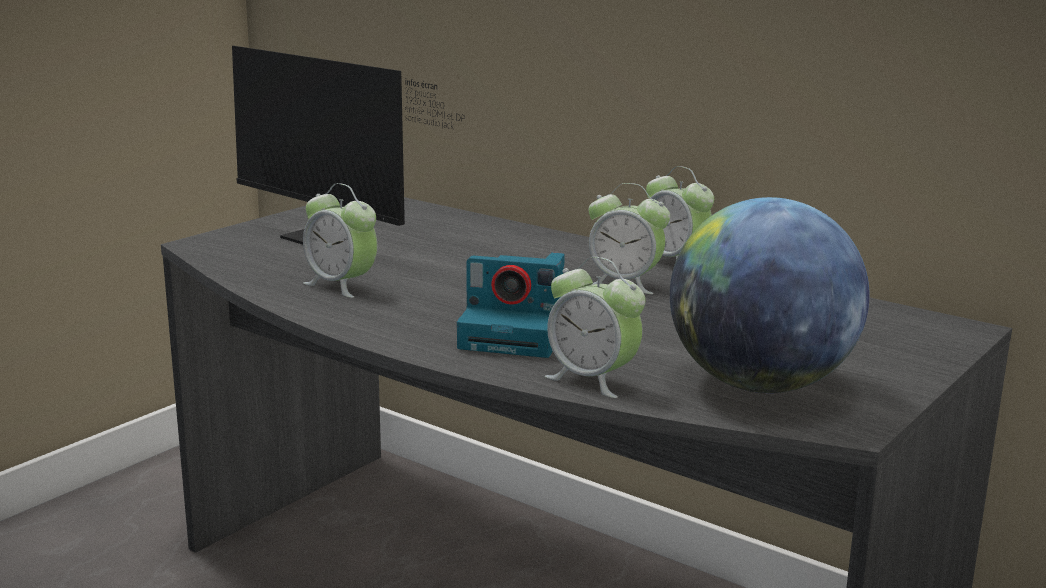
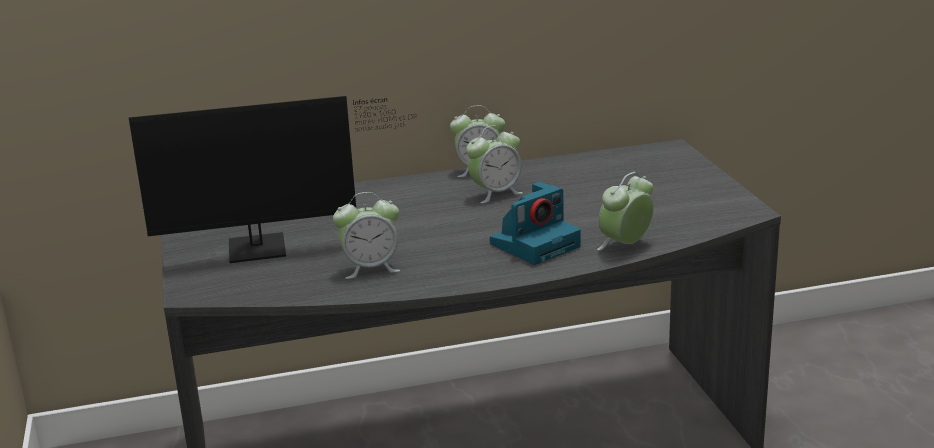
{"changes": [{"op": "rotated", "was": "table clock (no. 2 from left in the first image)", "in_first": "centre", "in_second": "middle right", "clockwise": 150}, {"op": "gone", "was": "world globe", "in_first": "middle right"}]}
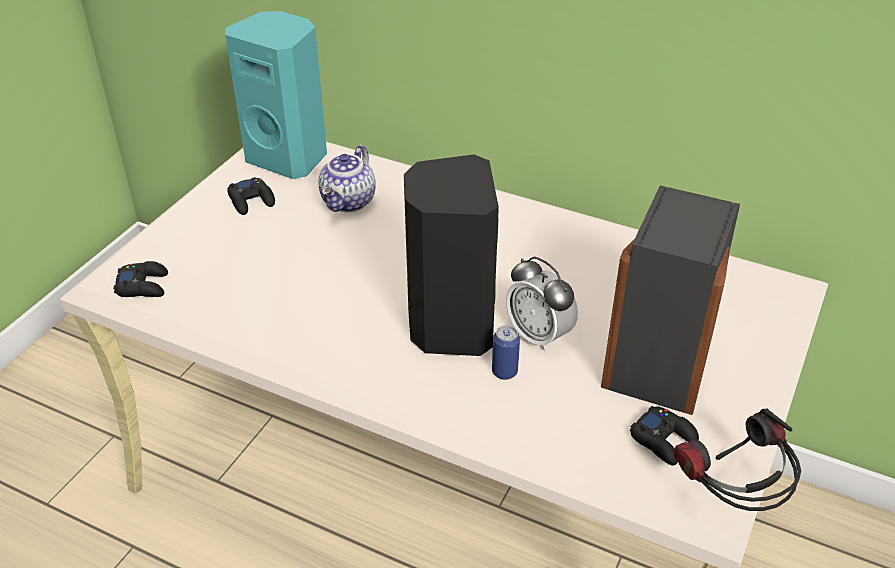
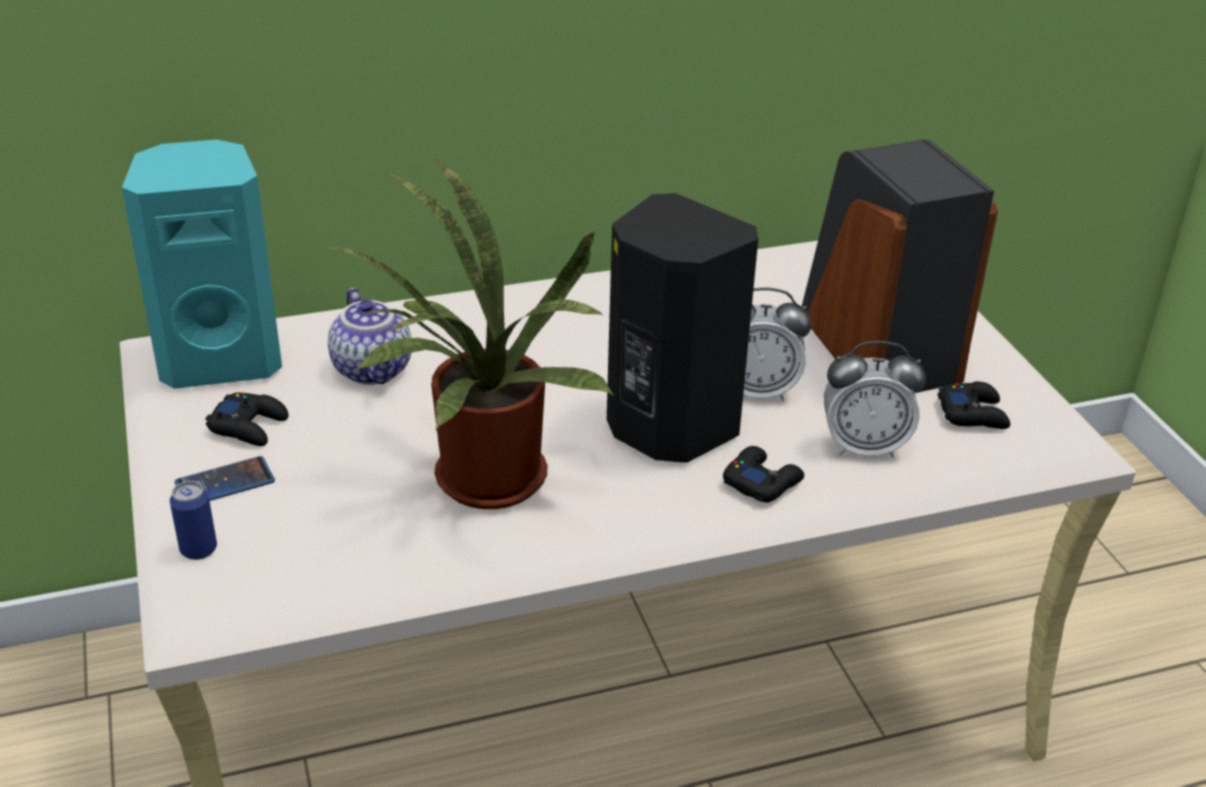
{"changes": [{"op": "shifted", "was": "black-coloured game controller (no. 1 from left in the first image)", "now": "black-coloured game controller (no. 2 from left)", "in_first": "middle left", "in_second": "centre"}, {"op": "shifted", "was": "sealed can", "in_first": "centre", "in_second": "middle left"}, {"op": "gone", "was": "headphones", "in_first": "bottom right"}, {"op": "new", "now": "telephone", "in_second": "middle left"}, {"op": "new", "now": "plant in a pot", "in_second": "centre"}, {"op": "new", "now": "table clock (no. 2 from left)", "in_second": "middle right"}]}
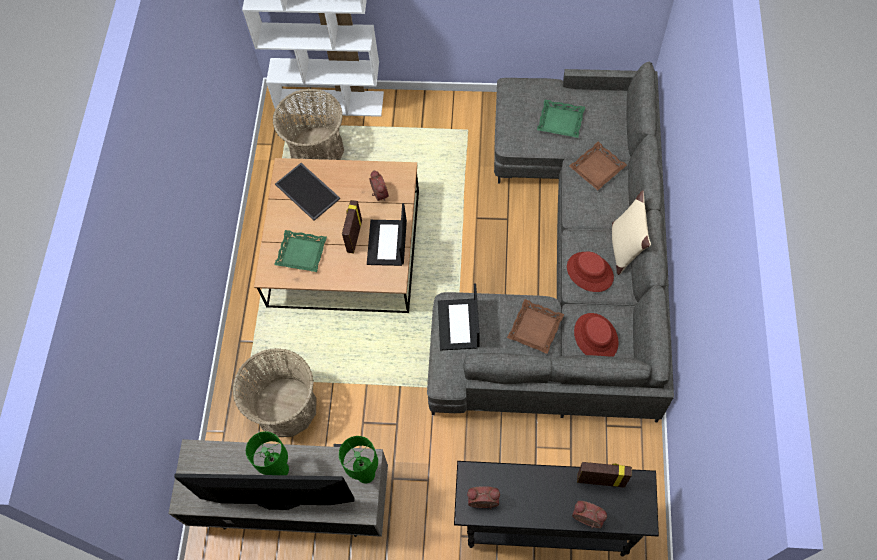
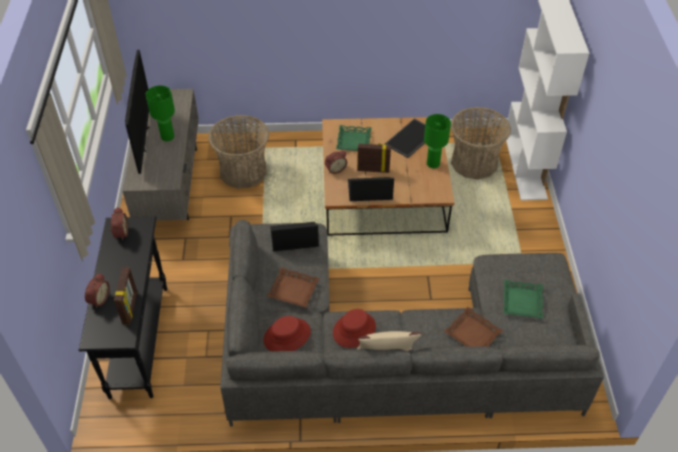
{"changes": [{"op": "shifted", "was": "green-coloured lamp for a table (no. 2 from left)", "in_first": "bottom centre", "in_second": "top centre"}, {"op": "shifted", "was": "table clock (no. 1 from left in the first image)", "now": "table clock (no. 3 from left)", "in_first": "top centre", "in_second": "centre"}]}
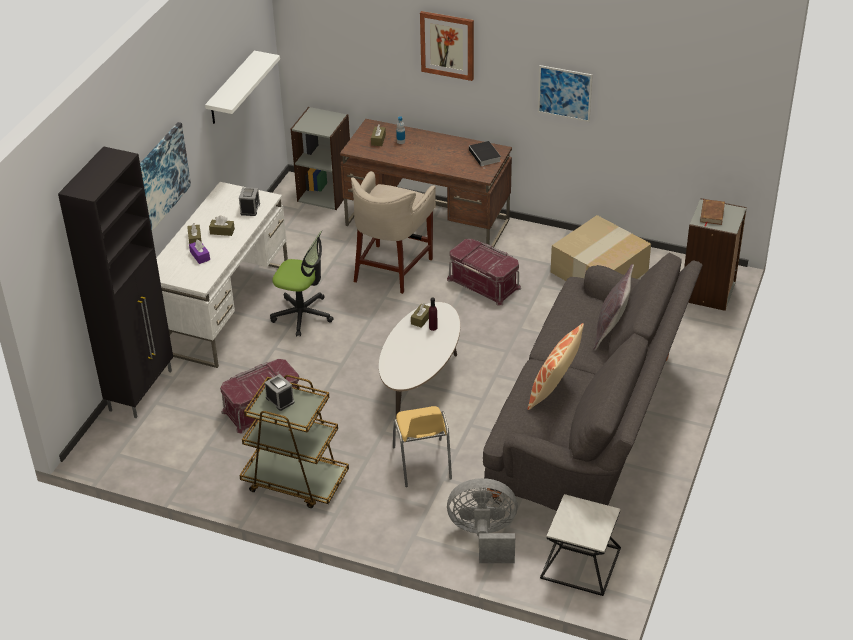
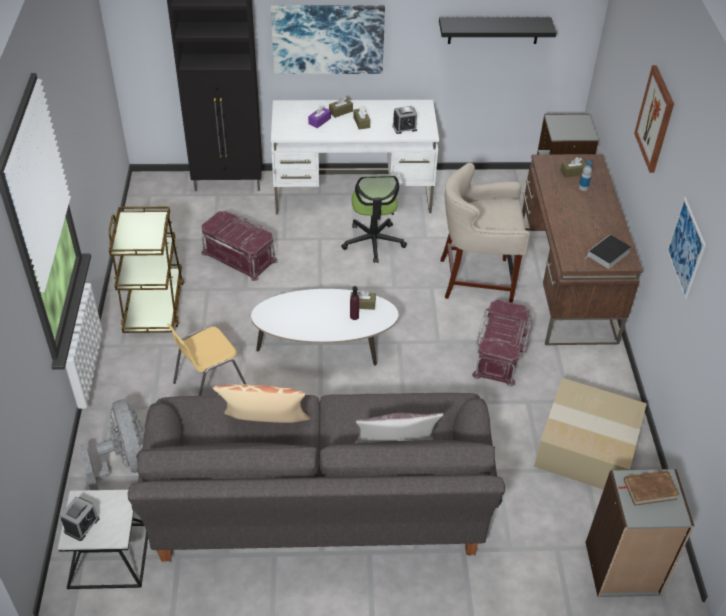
{"changes": [{"op": "repainted", "was": "whitish bracket shelf", "now": "black-coloured bracket shelf", "in_first": "top left", "in_second": "top right"}, {"op": "shifted", "was": "table clock (no. 2 from left in the first image)", "now": "table clock (no. 1 from left)", "in_first": "middle left", "in_second": "bottom left"}]}
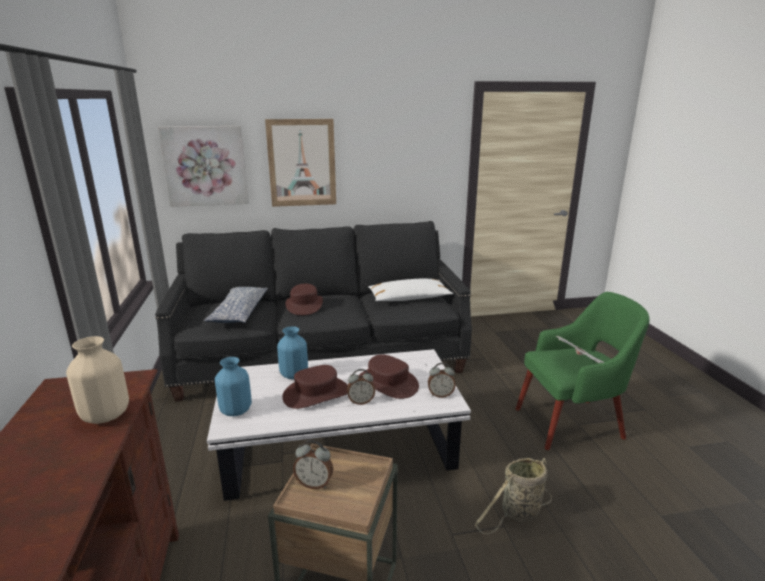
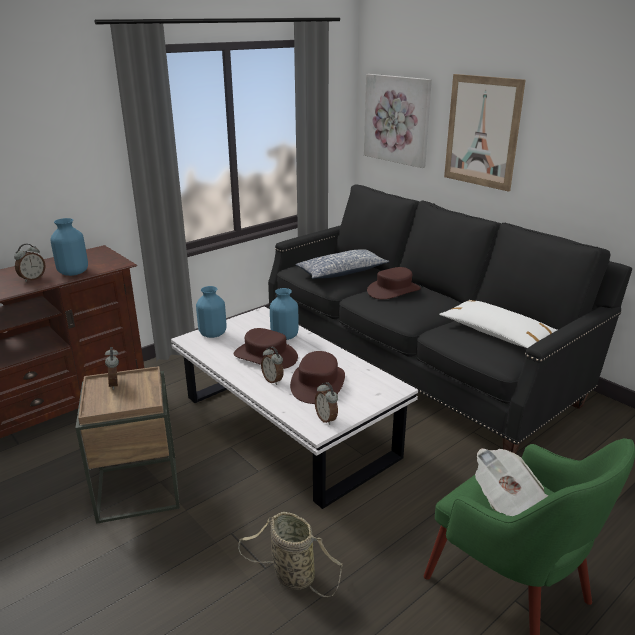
{"changes": [{"op": "repainted", "was": "beige vase", "now": "bluish vase (no. 1 from left)", "in_first": "middle left", "in_second": "middle left"}, {"op": "new", "now": "table clock (no. 1 from left)", "in_second": "middle left"}]}
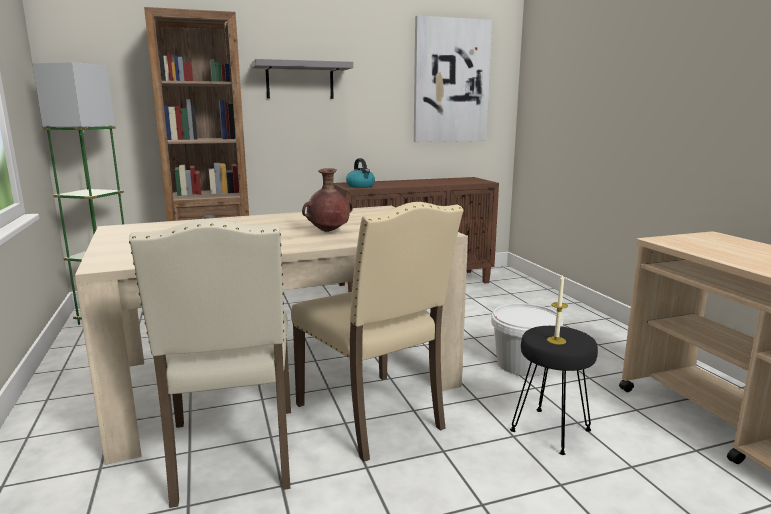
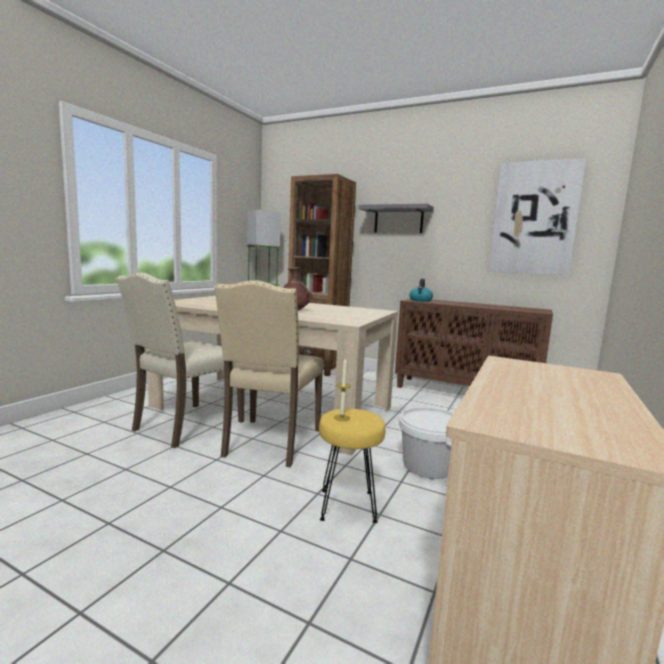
{"changes": [{"op": "repainted", "was": "black-coloured sitting stool", "now": "yellowish sitting stool", "in_first": "bottom right", "in_second": "bottom centre"}]}
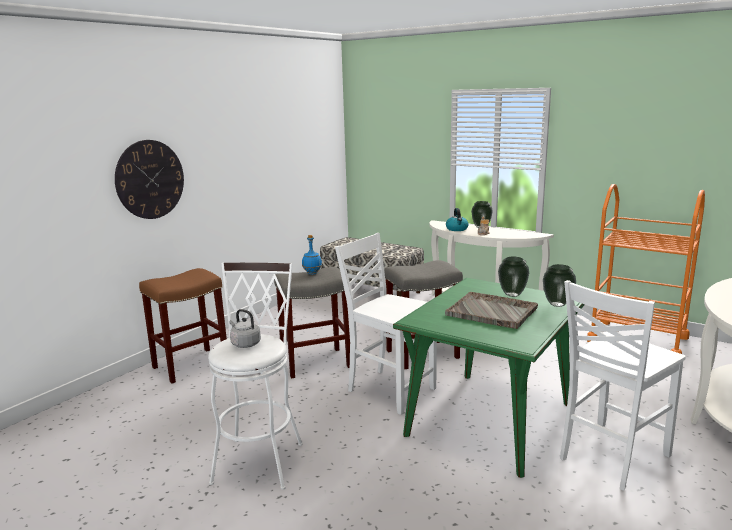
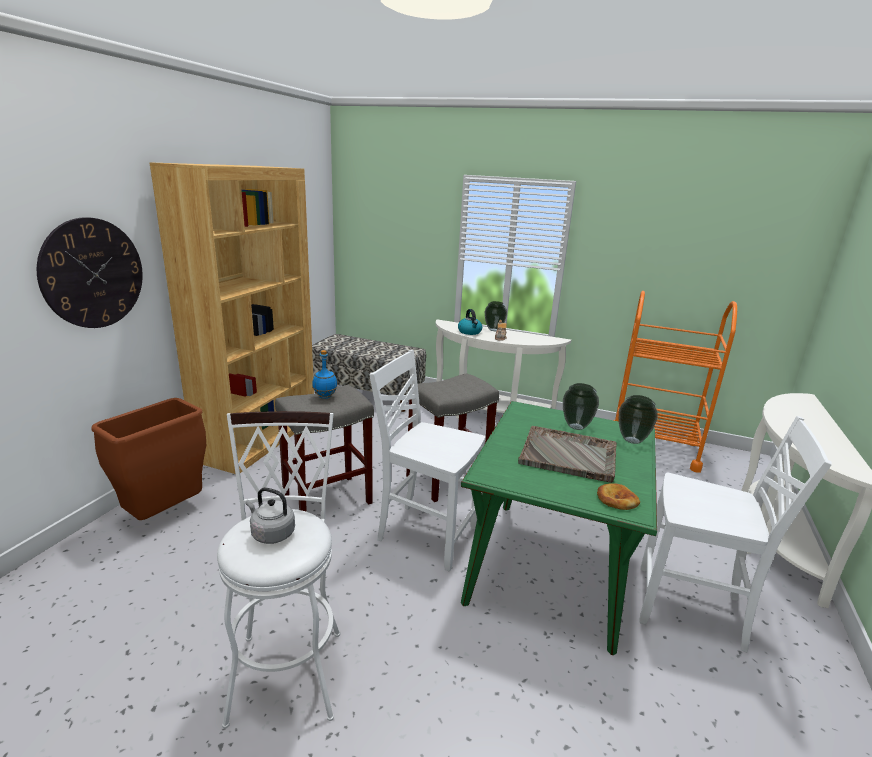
{"changes": [{"op": "swapped", "was": "brownish sitting stool", "now": "brownish waste bin", "in_first": "middle left", "in_second": "middle left"}, {"op": "rotated", "was": "whitish chair (no. 2 from left)", "in_first": "bottom right", "in_second": "bottom right", "clockwise": -105}, {"op": "new", "now": "brownish bookcase", "in_second": "middle left"}, {"op": "new", "now": "bakery bread", "in_second": "middle right"}]}
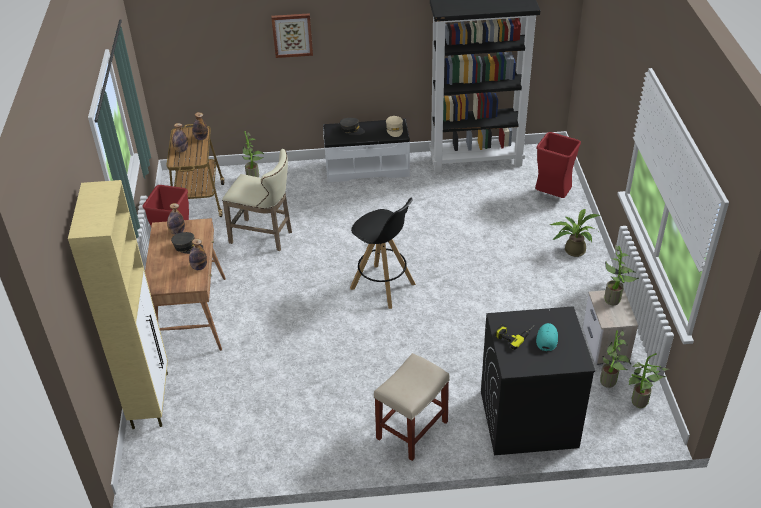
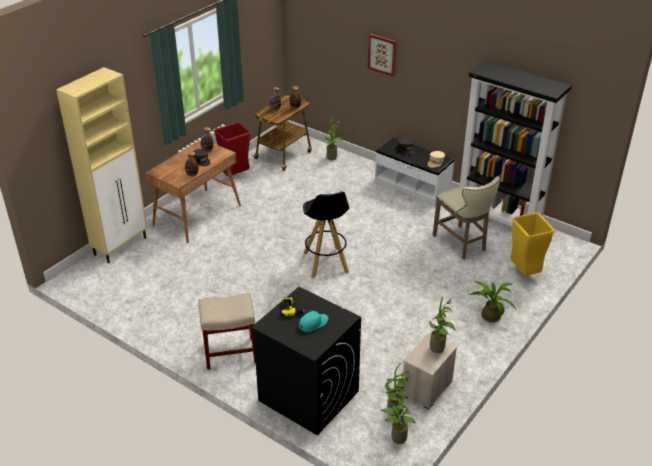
{"changes": [{"op": "shifted", "was": "beige sitting stool (no. 1 from left in the first image)", "now": "beige sitting stool (no. 2 from left)", "in_first": "centre", "in_second": "middle right"}, {"op": "repainted", "was": "red waste bin (no. 2 from left)", "now": "yellowish waste bin", "in_first": "top right", "in_second": "middle right"}]}
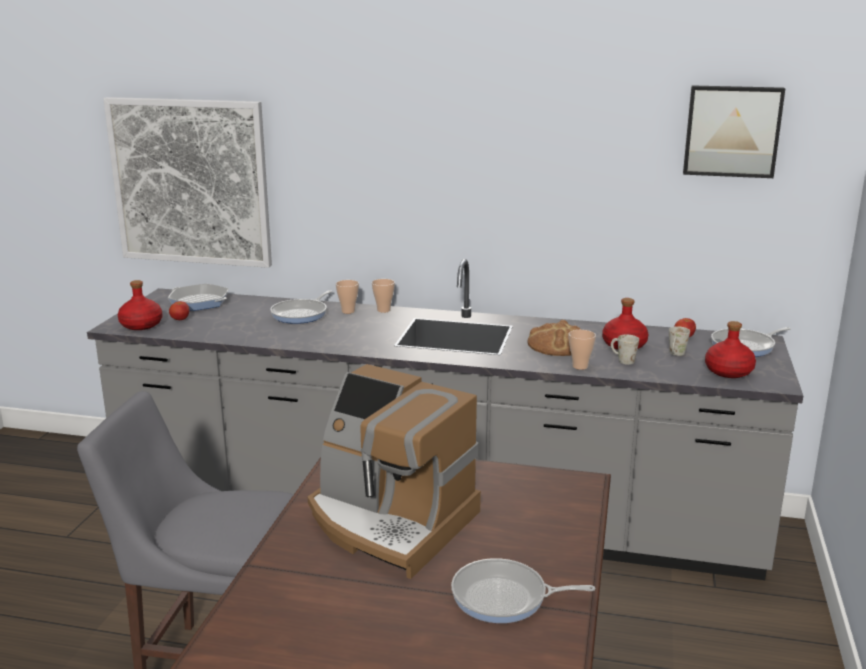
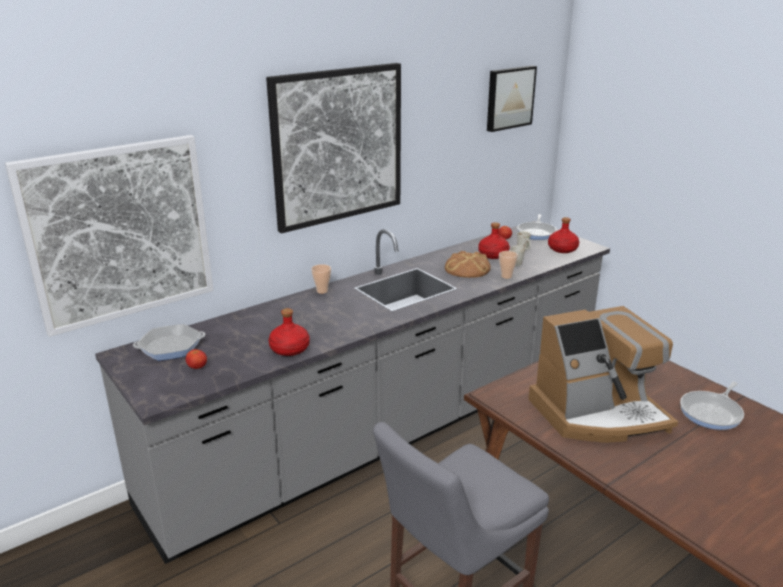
{"changes": [{"op": "shifted", "was": "red beverage bottle (no. 1 from left)", "in_first": "middle left", "in_second": "centre"}, {"op": "gone", "was": "skillet (no. 2 from left)", "in_first": "centre"}, {"op": "gone", "was": "drinking cup (no. 1 from left)", "in_first": "centre"}, {"op": "new", "now": "picture (no. 2 from left)", "in_second": "top centre"}]}
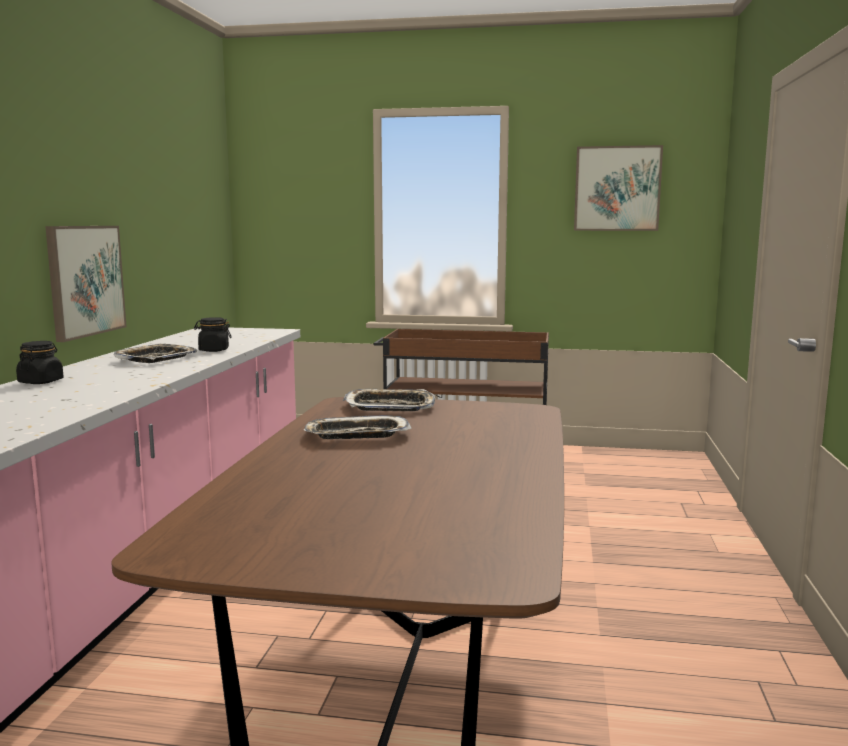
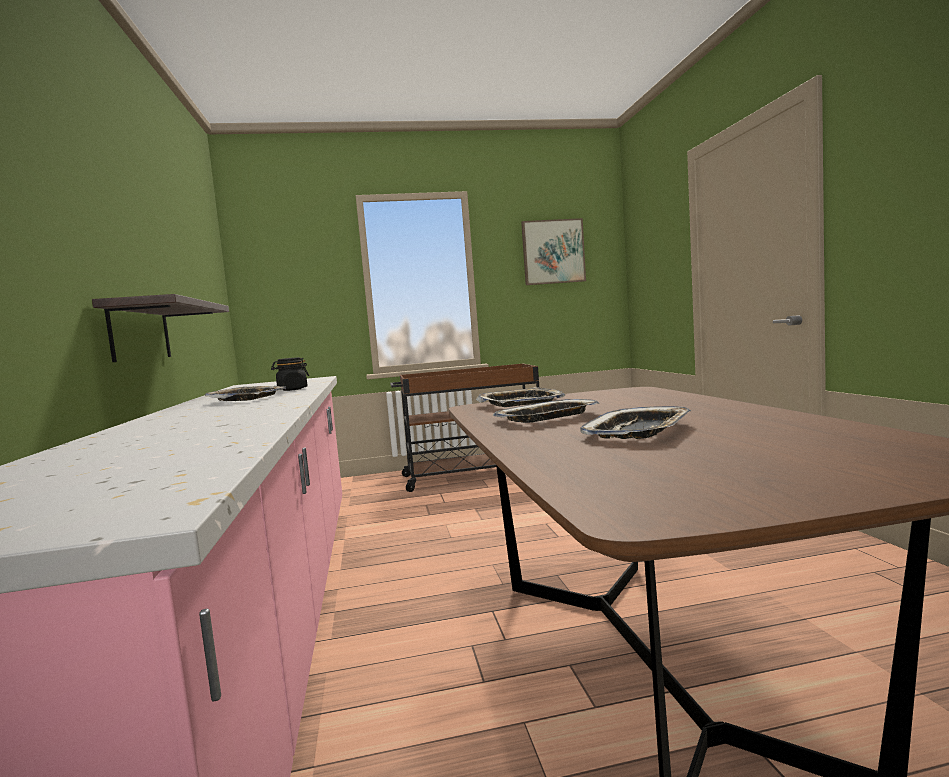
{"changes": [{"op": "gone", "was": "black-coloured preserve jar (no. 1 from left)", "in_first": "middle left"}, {"op": "swapped", "was": "picture (no. 1 from left)", "now": "bracket shelf", "in_first": "middle left", "in_second": "middle left"}, {"op": "new", "now": "tray (no. 4 from left)", "in_second": "middle right"}]}
